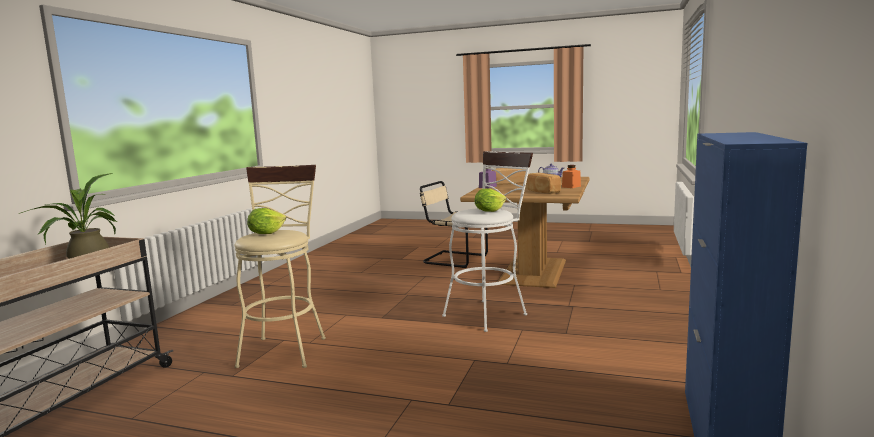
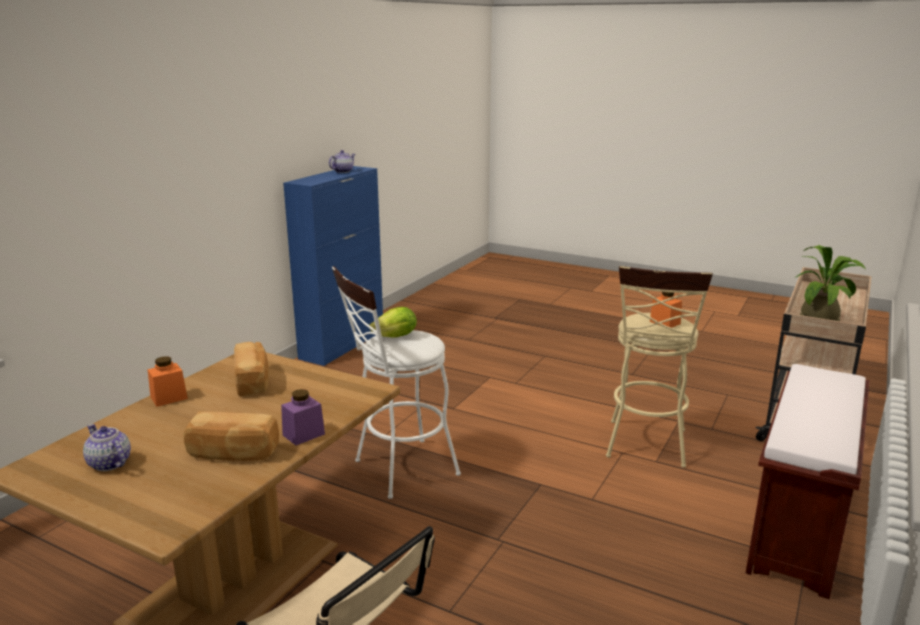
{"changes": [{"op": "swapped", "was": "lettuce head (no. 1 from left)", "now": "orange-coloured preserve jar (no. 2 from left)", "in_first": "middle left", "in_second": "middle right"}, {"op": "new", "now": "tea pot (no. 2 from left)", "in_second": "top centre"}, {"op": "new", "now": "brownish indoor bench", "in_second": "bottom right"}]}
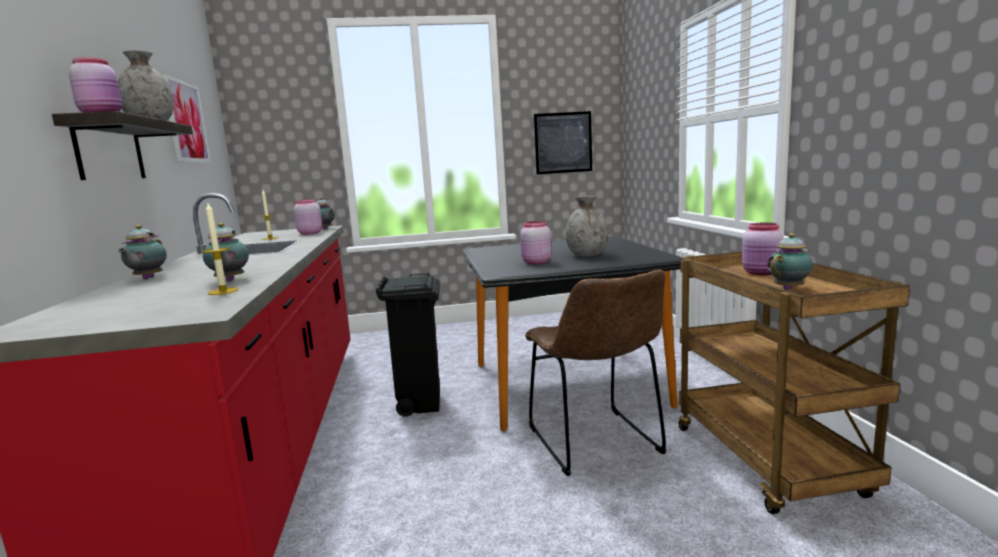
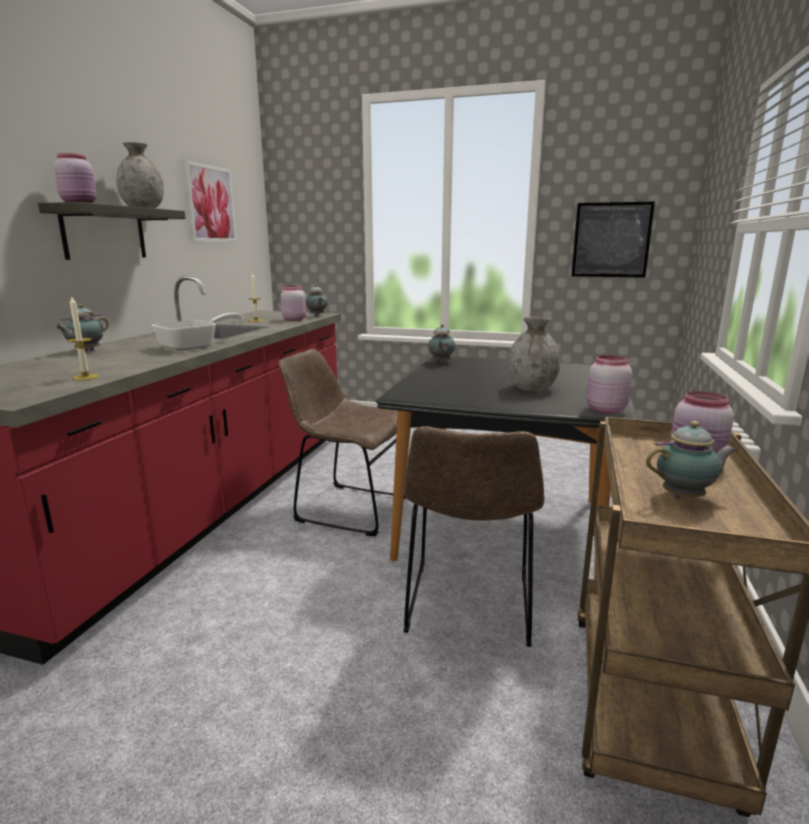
{"changes": [{"op": "shifted", "was": "tea pot (no. 2 from left in the first image)", "now": "tea pot (no. 3 from left)", "in_first": "middle left", "in_second": "centre"}, {"op": "swapped", "was": "black-coloured waste bin", "now": "brownish chair (no. 1 from left)", "in_first": "centre", "in_second": "centre"}, {"op": "shifted", "was": "pink preserve jar (no. 3 from left)", "in_first": "centre", "in_second": "middle right"}, {"op": "new", "now": "skillet", "in_second": "middle left"}]}
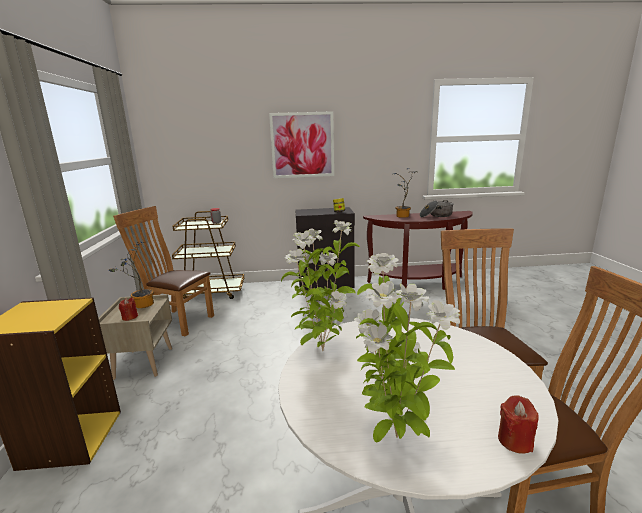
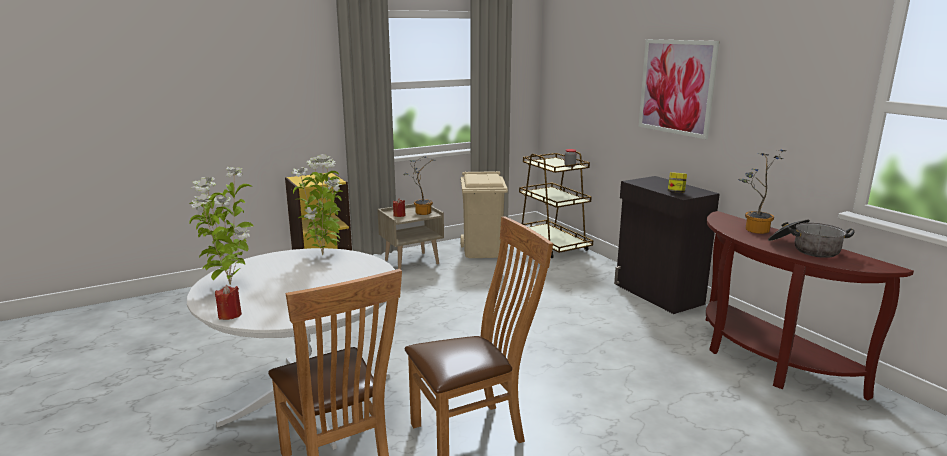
{"changes": [{"op": "swapped", "was": "brownish chair (no. 1 from left)", "now": "beige waste bin", "in_first": "middle left", "in_second": "centre"}]}
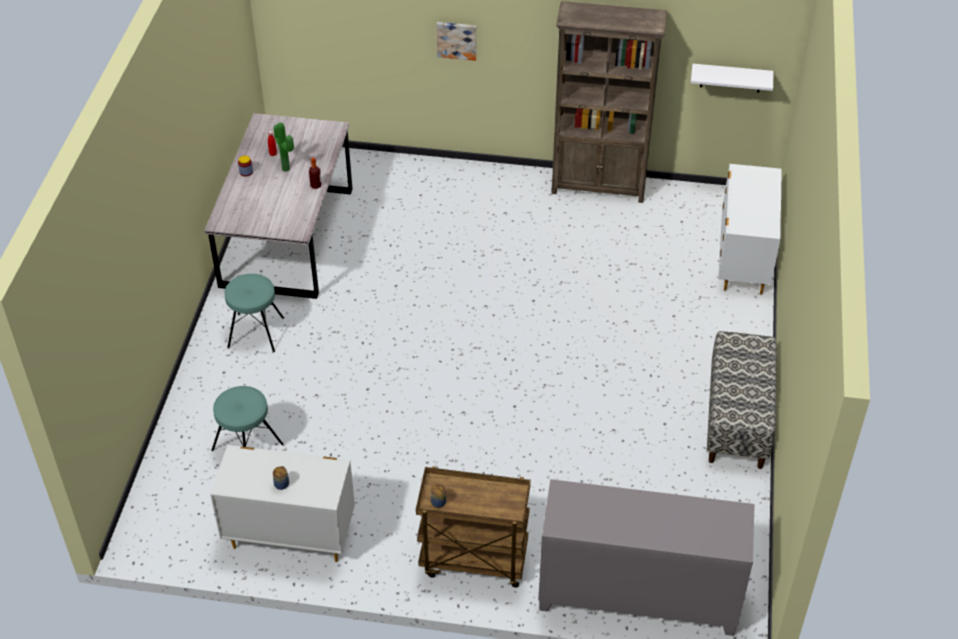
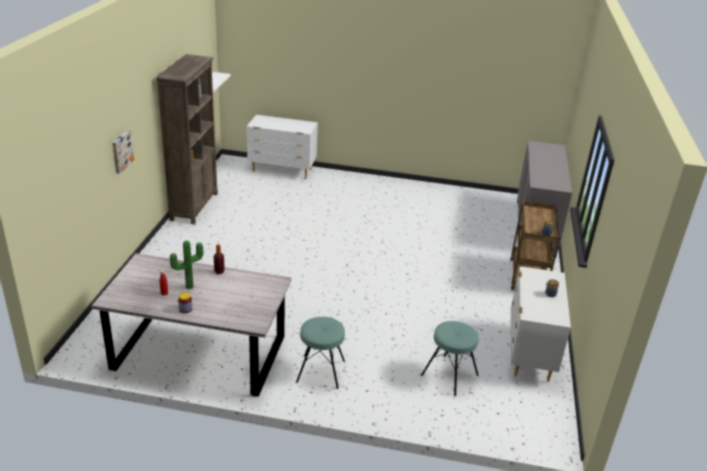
{"changes": [{"op": "gone", "was": "indoor bench", "in_first": "middle right"}]}
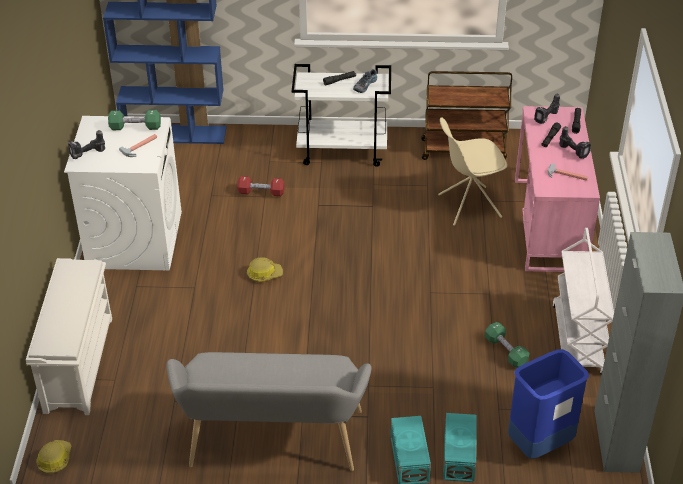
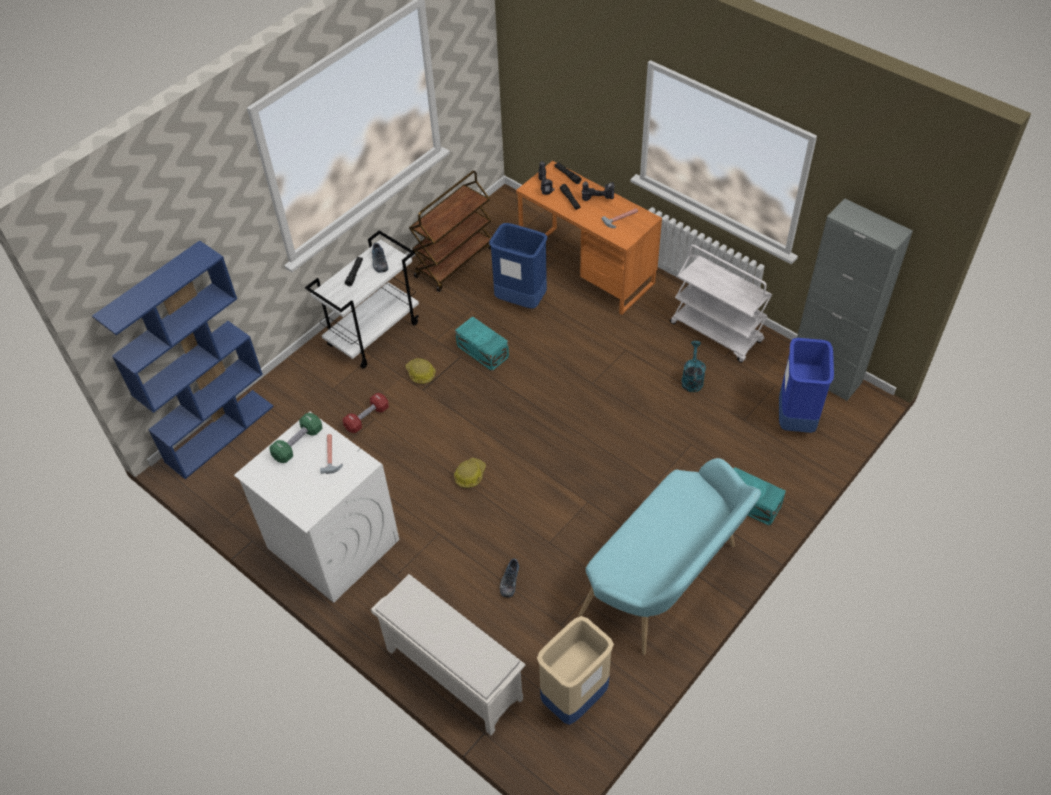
{"changes": [{"op": "shifted", "was": "work helmet (no. 1 from left)", "in_first": "bottom left", "in_second": "centre"}, {"op": "gone", "was": "electric drill (no. 1 from left)", "in_first": "top left"}, {"op": "repainted", "was": "gray indoor bench", "now": "turquoise-coloured indoor bench", "in_first": "bottom centre", "in_second": "bottom centre"}, {"op": "swapped", "was": "beige chair", "now": "bluish waste bin (no. 1 from left)", "in_first": "middle right", "in_second": "centre"}, {"op": "shifted", "was": "turquoise-coloured storage bin (no. 2 from left in the first image)", "now": "turquoise-coloured storage bin (no. 1 from left)", "in_first": "bottom right", "in_second": "centre"}, {"op": "swapped", "was": "green-coloured dumbbell (no. 2 from left)", "now": "turquoise-coloured watering can", "in_first": "bottom right", "in_second": "centre"}, {"op": "repainted", "was": "pink desk unit", "now": "orange-coloured desk unit", "in_first": "middle right", "in_second": "top centre"}, {"op": "new", "now": "shoe (no. 2 from left)", "in_second": "bottom centre"}, {"op": "new", "now": "beige waste bin", "in_second": "bottom centre"}]}
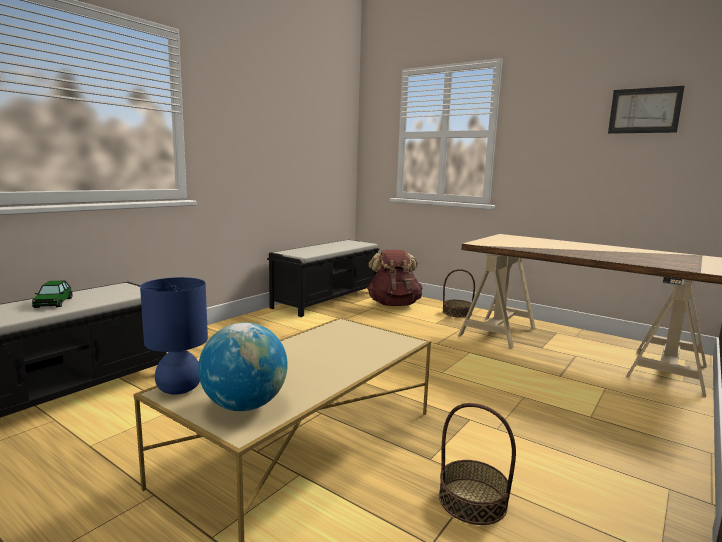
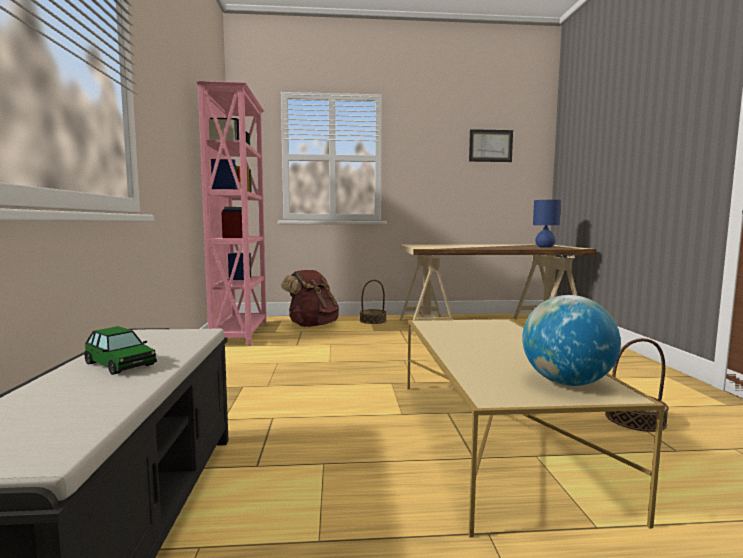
{"changes": [{"op": "shifted", "was": "bluish lamp for a table", "in_first": "middle left", "in_second": "middle right"}, {"op": "swapped", "was": "black-coloured indoor bench (no. 2 from left)", "now": "pink bookcase", "in_first": "centre", "in_second": "middle left"}]}
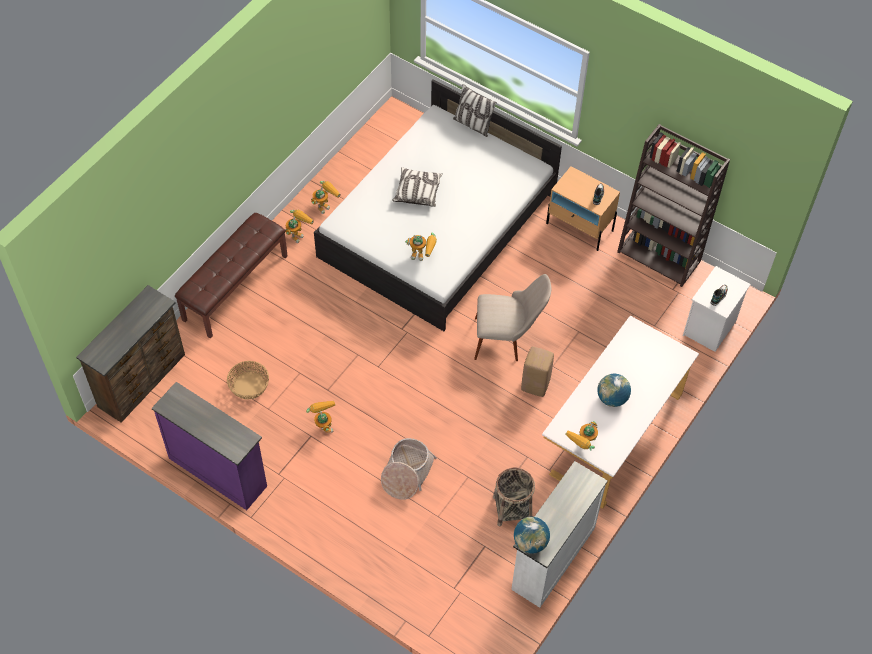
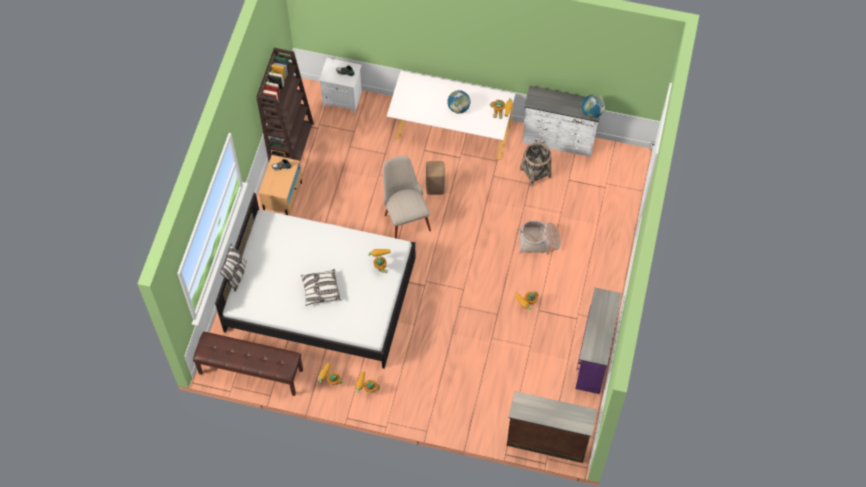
{"changes": [{"op": "shifted", "was": "brownish indoor bench", "in_first": "middle left", "in_second": "bottom left"}, {"op": "gone", "was": "storage basket (no. 1 from left)", "in_first": "middle left"}]}
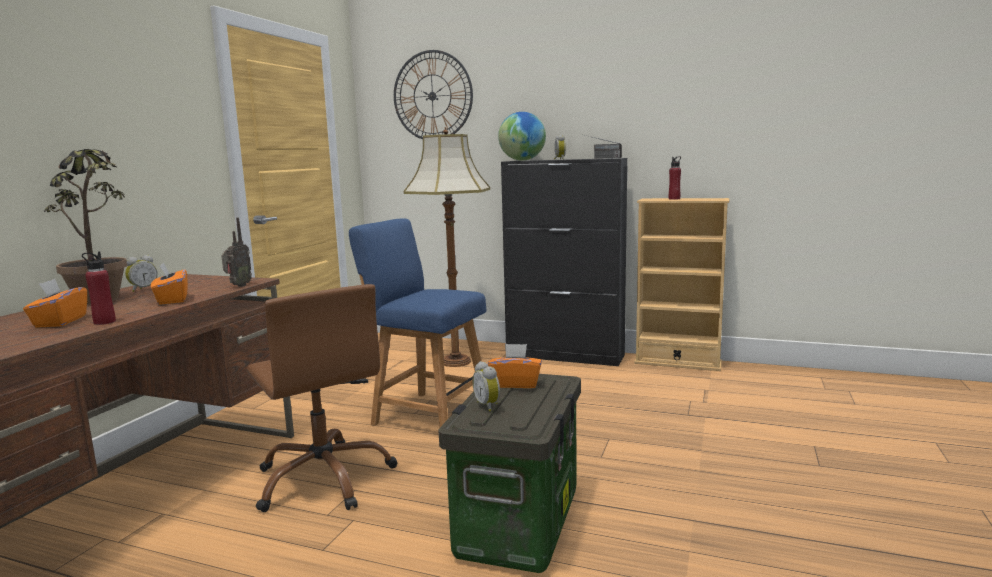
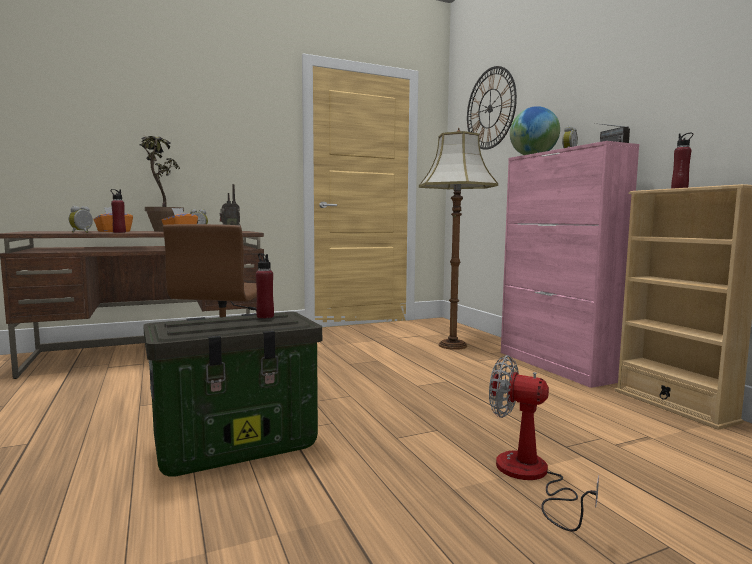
{"changes": [{"op": "gone", "was": "bluish chair", "in_first": "centre"}, {"op": "shifted", "was": "table clock (no. 2 from left in the first image)", "now": "table clock (no. 1 from left)", "in_first": "bottom centre", "in_second": "middle left"}, {"op": "swapped", "was": "orange-coloured tissue holder (no. 3 from left)", "now": "red beverage bottle (no. 2 from left)", "in_first": "centre", "in_second": "centre"}, {"op": "repainted", "was": "black-coloured cabinet", "now": "pink cabinet", "in_first": "centre", "in_second": "middle right"}, {"op": "new", "now": "electric fan", "in_second": "bottom right"}]}
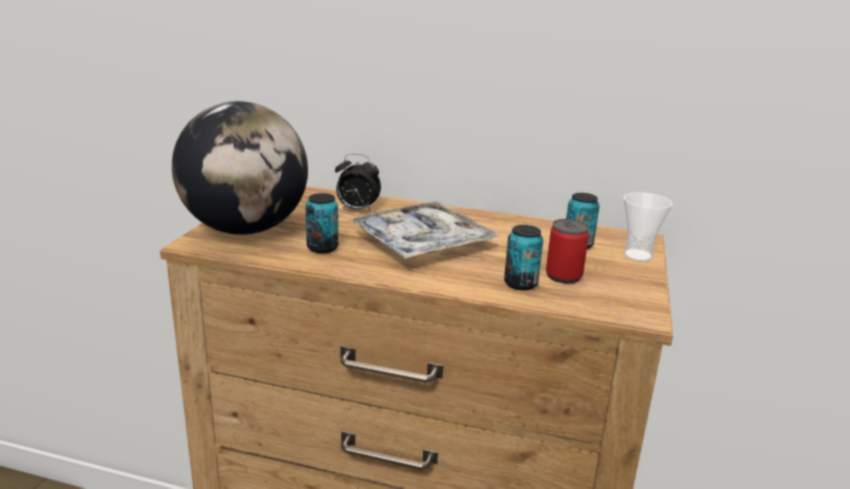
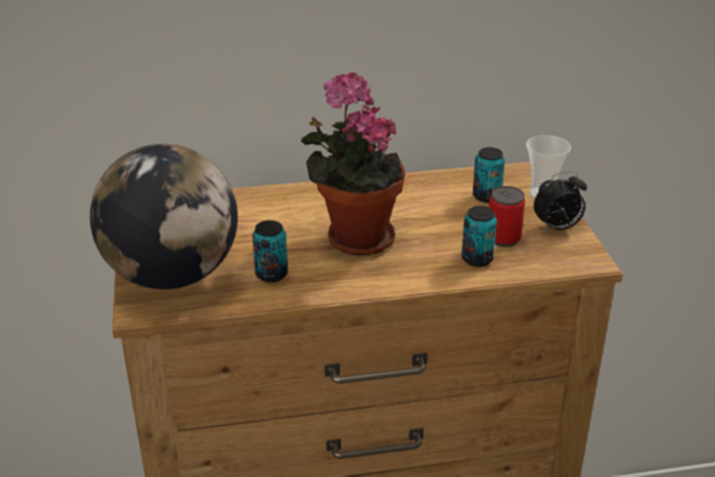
{"changes": [{"op": "shifted", "was": "table clock", "in_first": "centre", "in_second": "middle right"}, {"op": "swapped", "was": "tray", "now": "plant in a pot", "in_first": "centre", "in_second": "centre"}]}
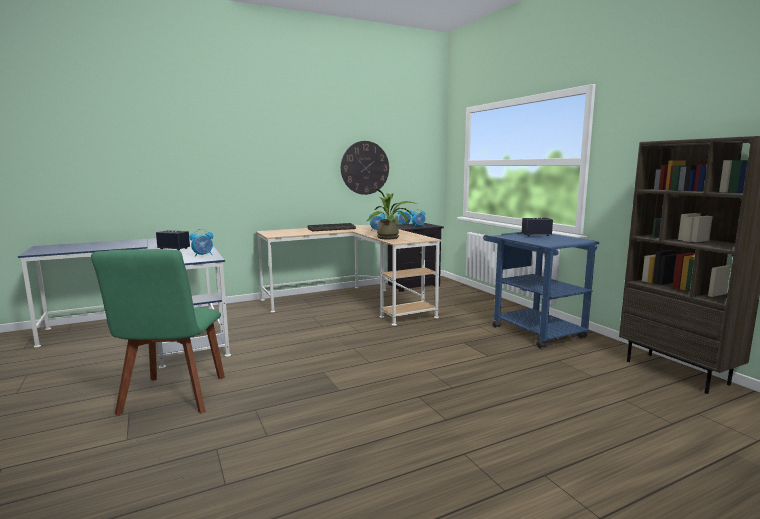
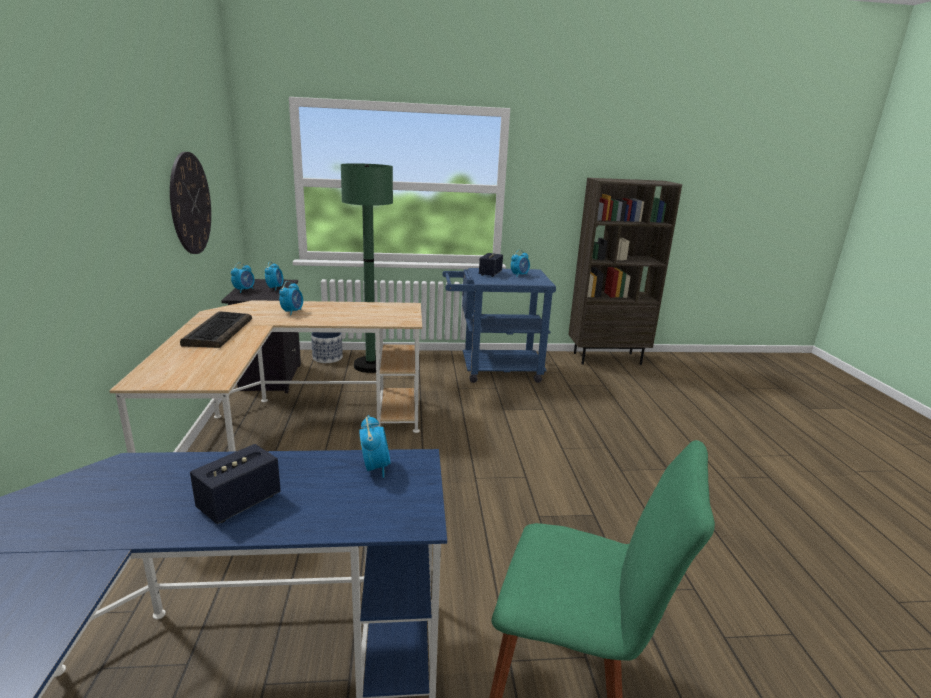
{"changes": [{"op": "gone", "was": "plant in a pot", "in_first": "centre"}, {"op": "new", "now": "plant pot", "in_second": "centre"}, {"op": "new", "now": "green-coloured floor lamp", "in_second": "centre"}, {"op": "new", "now": "table clock (no. 5 from left)", "in_second": "centre"}]}
